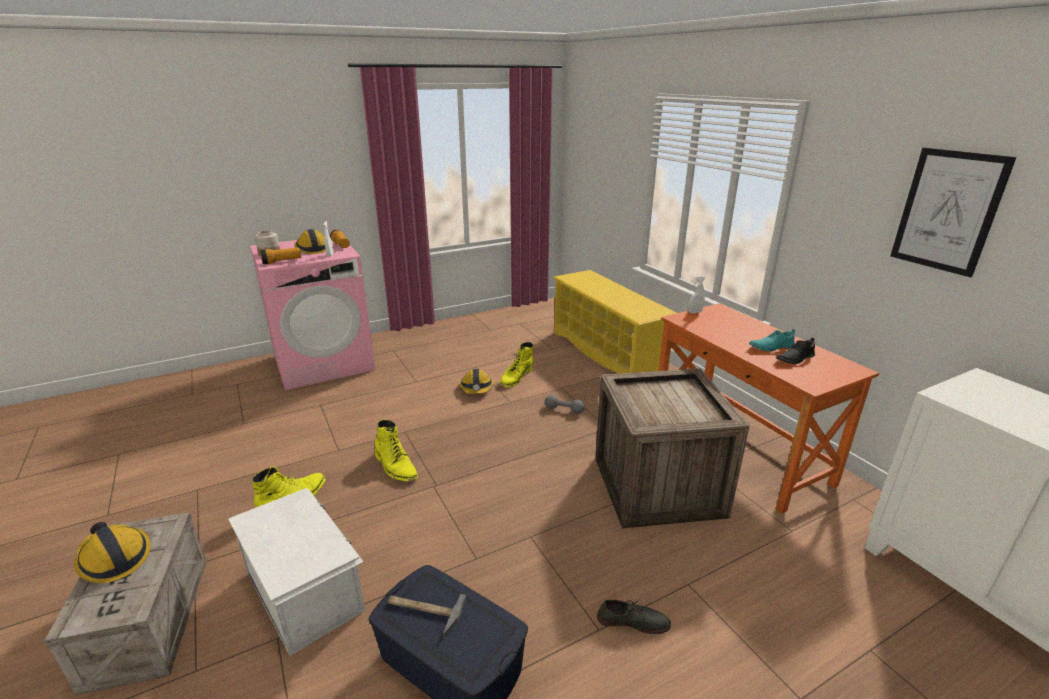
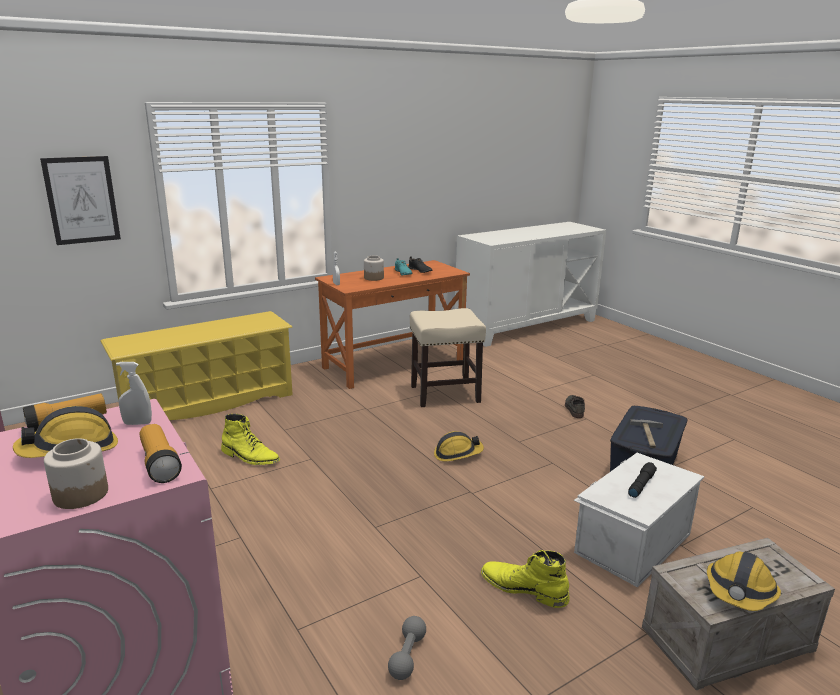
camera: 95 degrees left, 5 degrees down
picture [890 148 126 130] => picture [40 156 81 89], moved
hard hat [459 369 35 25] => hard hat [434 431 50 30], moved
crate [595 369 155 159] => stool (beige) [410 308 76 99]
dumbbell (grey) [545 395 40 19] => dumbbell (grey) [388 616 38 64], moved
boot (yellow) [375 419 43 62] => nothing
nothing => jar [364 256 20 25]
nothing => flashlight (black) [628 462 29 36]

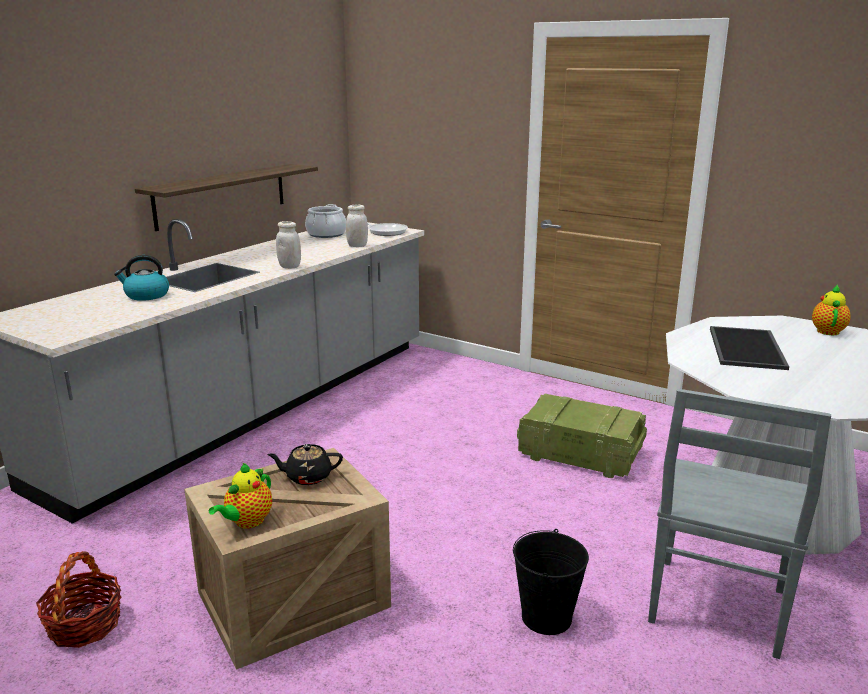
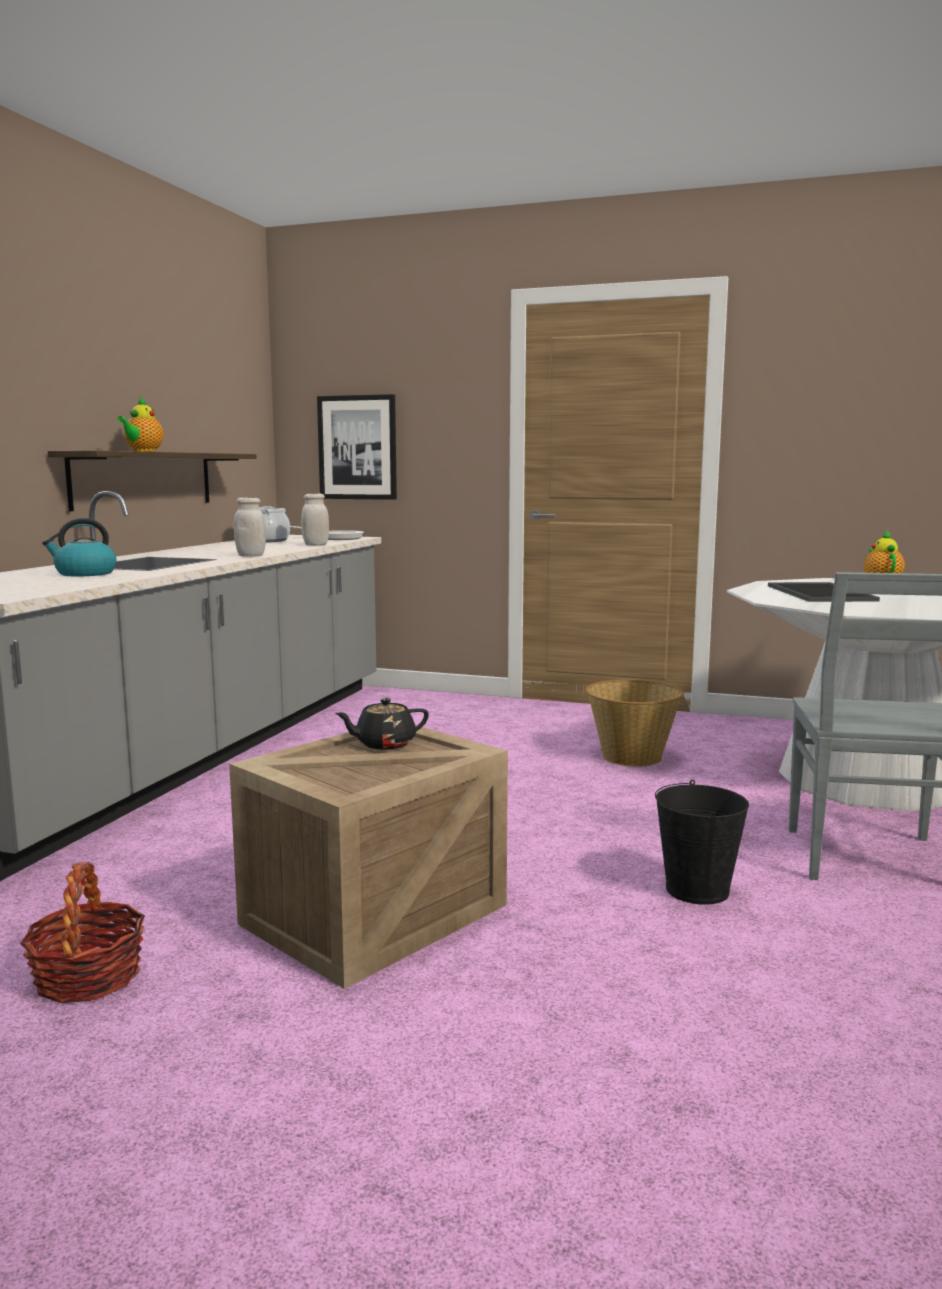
camera: 15 degrees left, 10 degrees down
crate [517 394 130 84] => basket [585 680 99 87]
teapot [209 463 63 65] => teapot [117 396 47 56], moved
nothing => picture [317 394 80 106]

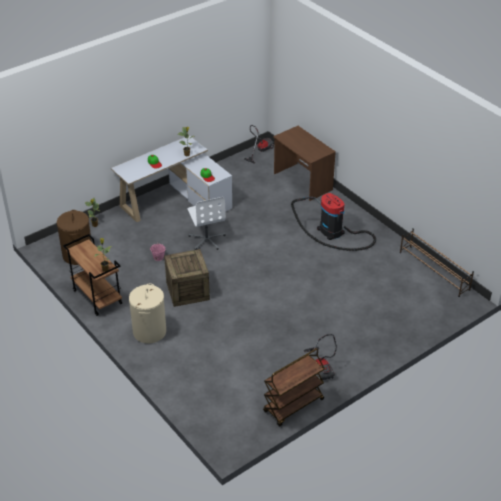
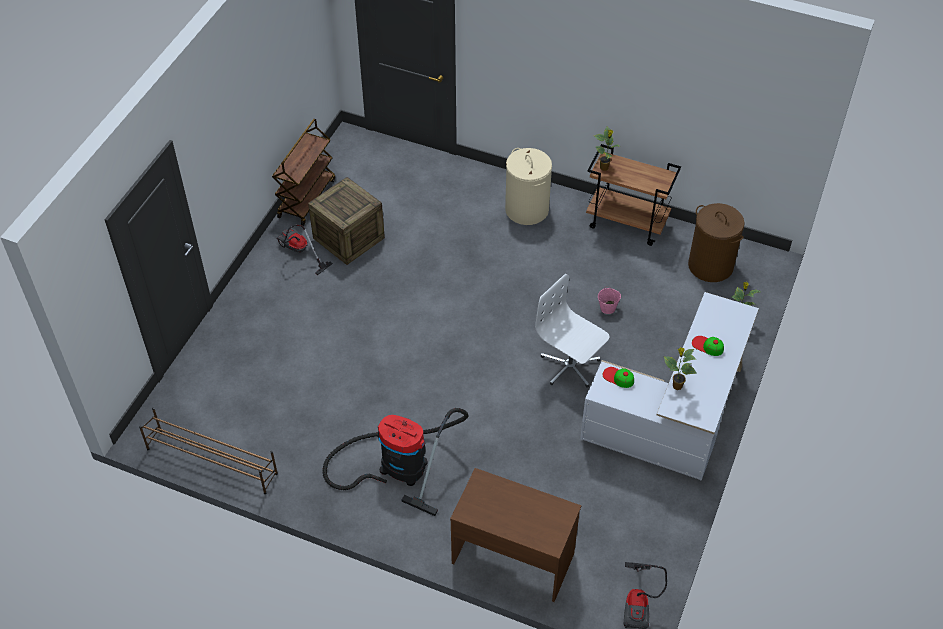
camera: 150 degrees right, 10 degrees up
crate [164 249 46 58] => crate [308 177 77 88], moved

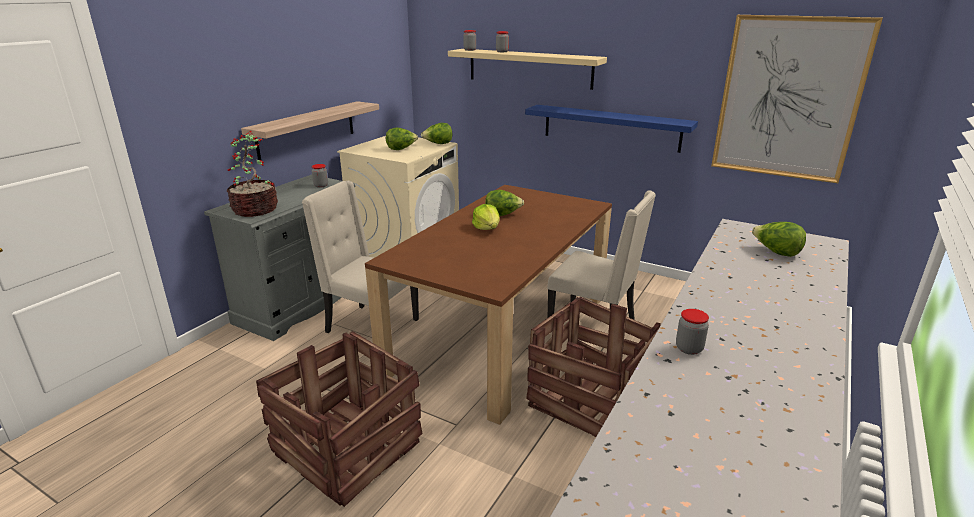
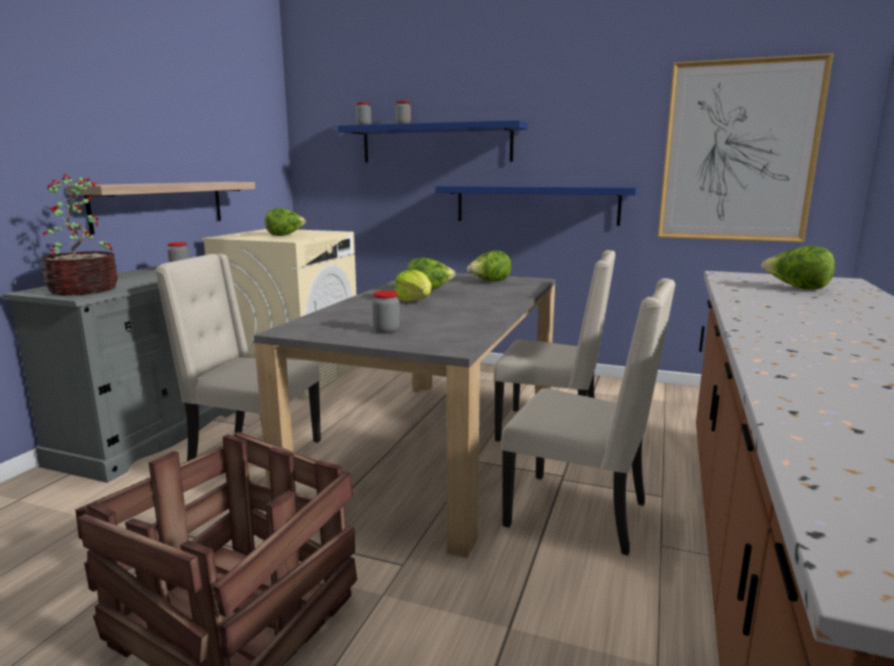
camera: 10 degrees left, 10 degrees down
shelf (beige) [448 49 159 41] => shelf (blue) [338 120 190 43]
lettuce [421 123 31 21] => lettuce [467 250 44 32], moved
dining table (brown) [365 185 247 240] => dining table (grey) [254 273 302 285]
crate [526 297 135 140] => chair (beige) [501 278 175 277]
jar [676 309 33 46] => jar [372 291 28 42], moved

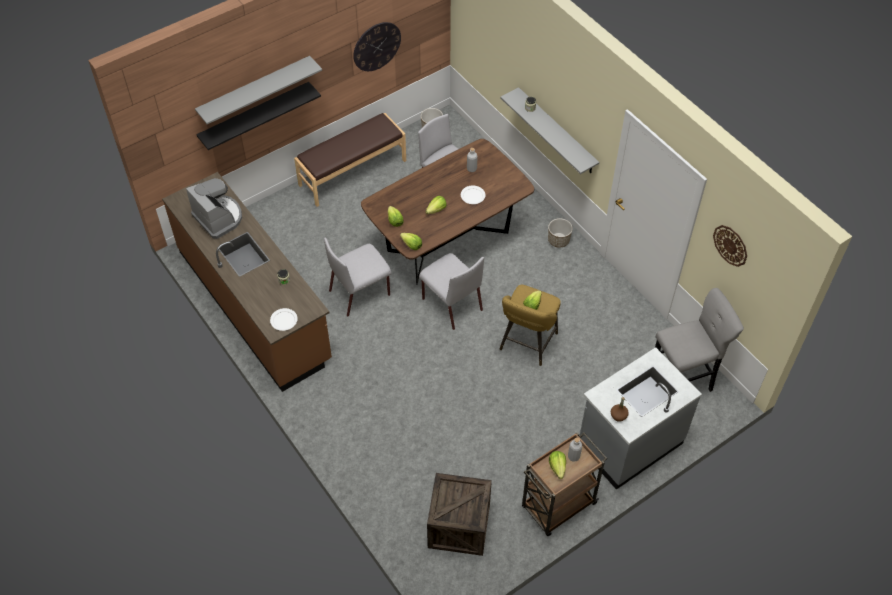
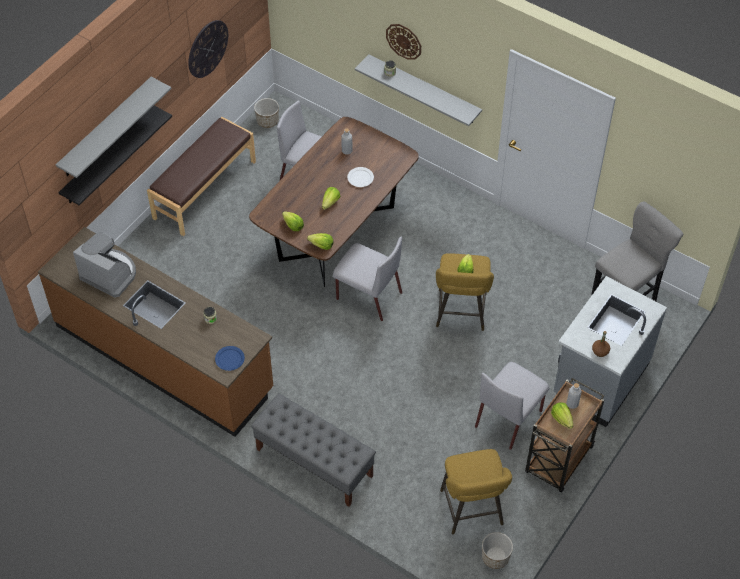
camera: 20 degrees left, 0 degrees up
planter [548 218 25 30] => planter [482 532 31 37], moved
wall clock [713 225 34 42] => wall clock [386 24 35 36], moved
chair (grey) [324 238 67 78] => chair (grey) [475 362 74 88], moved
plate (white) [270 308 28 23] => plate (blue) [215 346 30 25]
crate [427 473 65 83] => stool (yellow) [440 449 72 85]
nothing => bench (grey) [251 393 125 114]

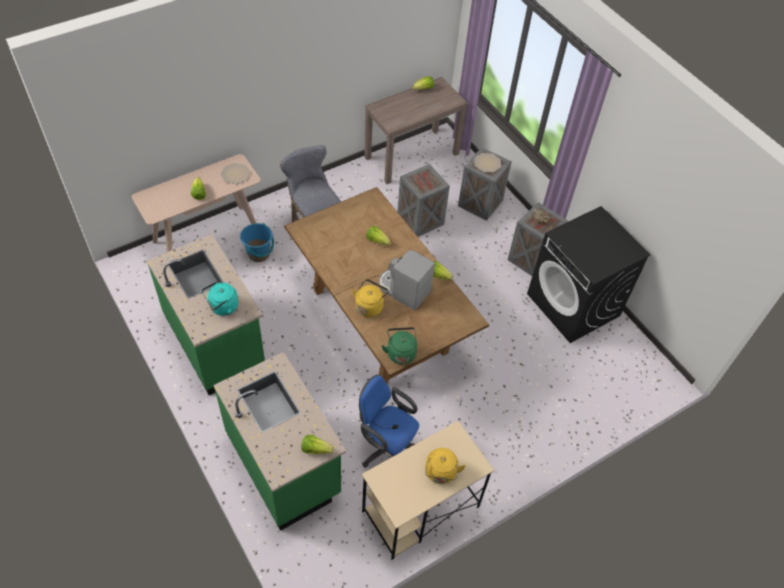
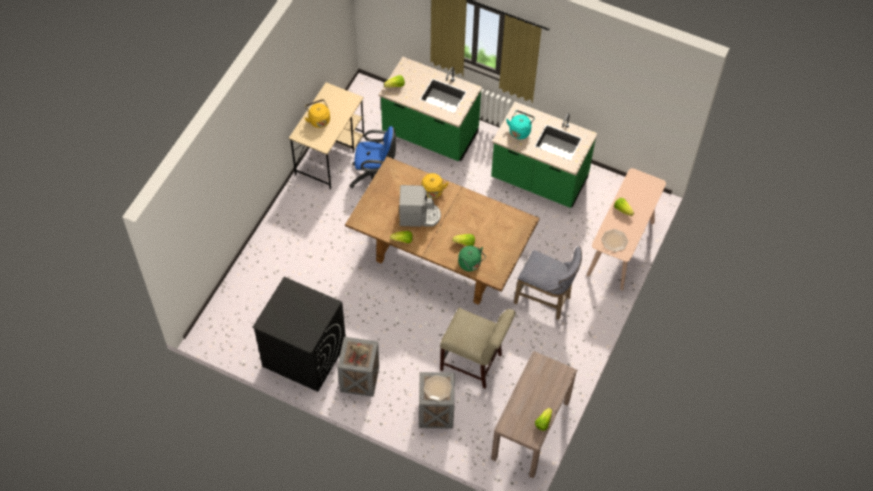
camera: 150 degrees right, 5 degrees up
crate [397 164 53 73] => chair (beige) [440 308 76 81]
bucket (blue) [240 223 34 39] => nothing
kettle (green) [381 327 36 37] => kettle (green) [458 246 28 25], moved

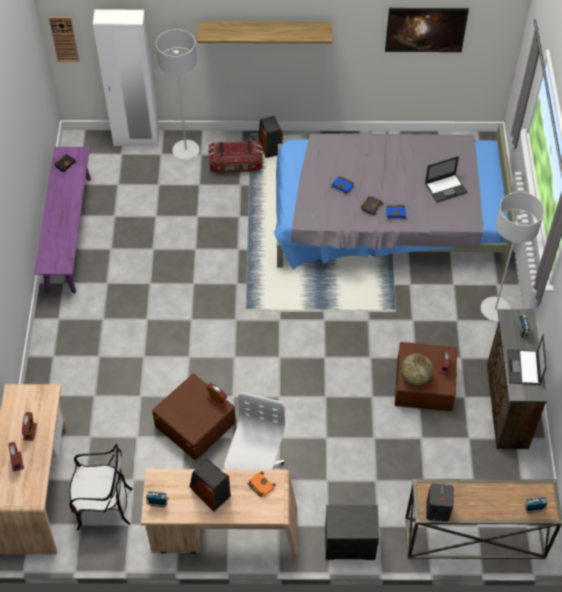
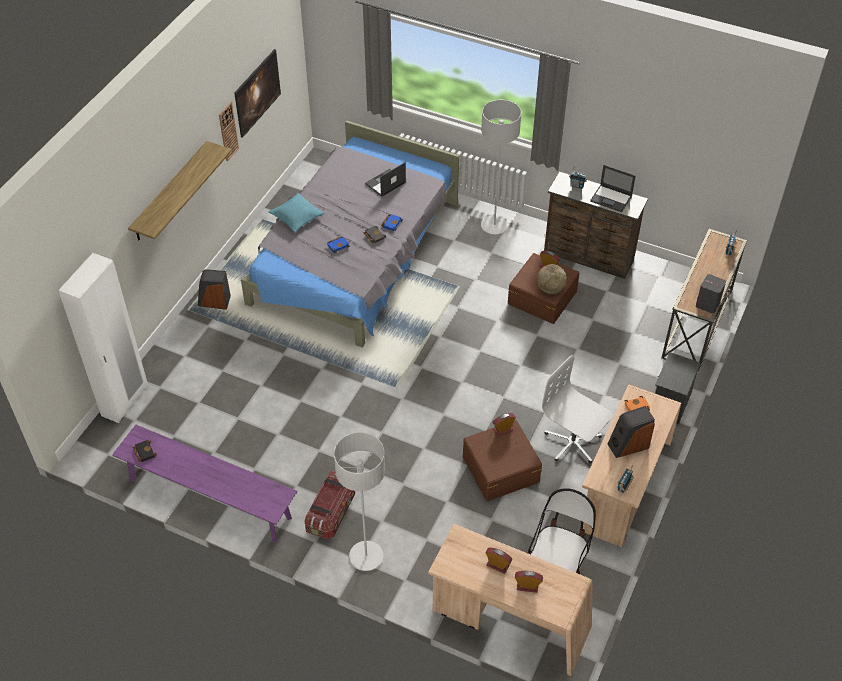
camera: 65 degrees left, 5 degrees down
wall clock [49 17 30 45] => wall clock [219 102 20 59], moved
floor lamp (grey) [156 29 44 131] => floor lamp (grey) [334 432 51 139], moved
storage box [208 141 55 32] => storage box [305 471 50 68], moved
laptop [425 156 42 47] => laptop [365 162 41 35], 135 degrees counterclockwise
nothing => pillow (turquoise) [269 193 56 40]

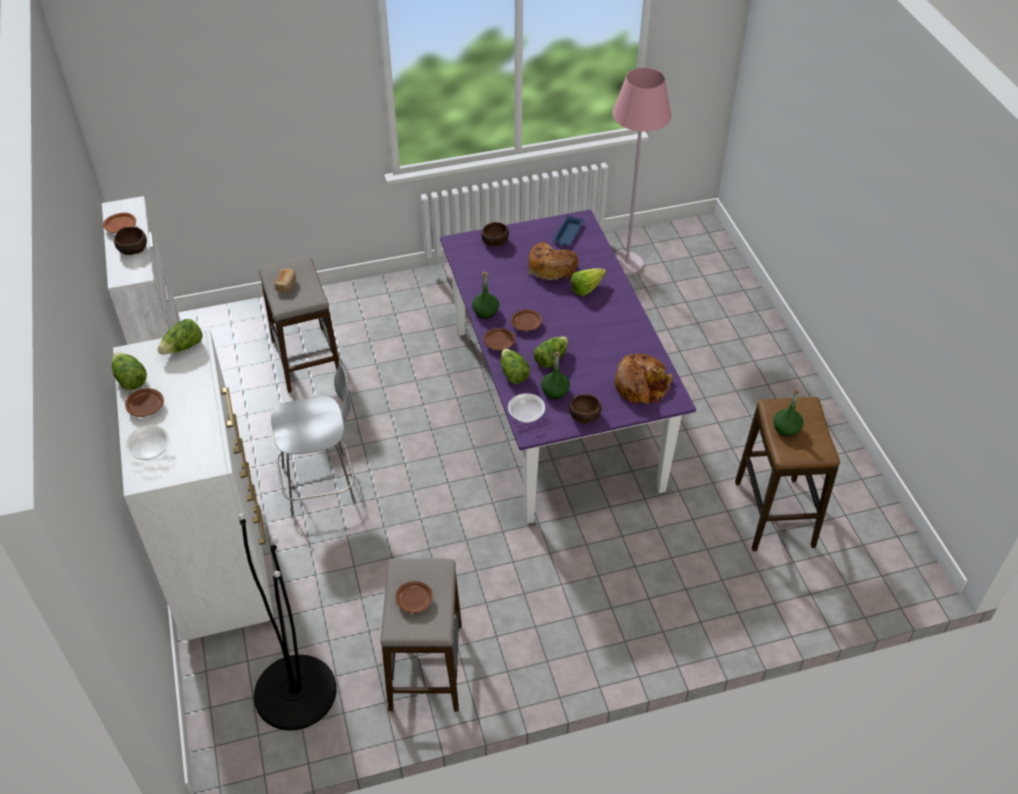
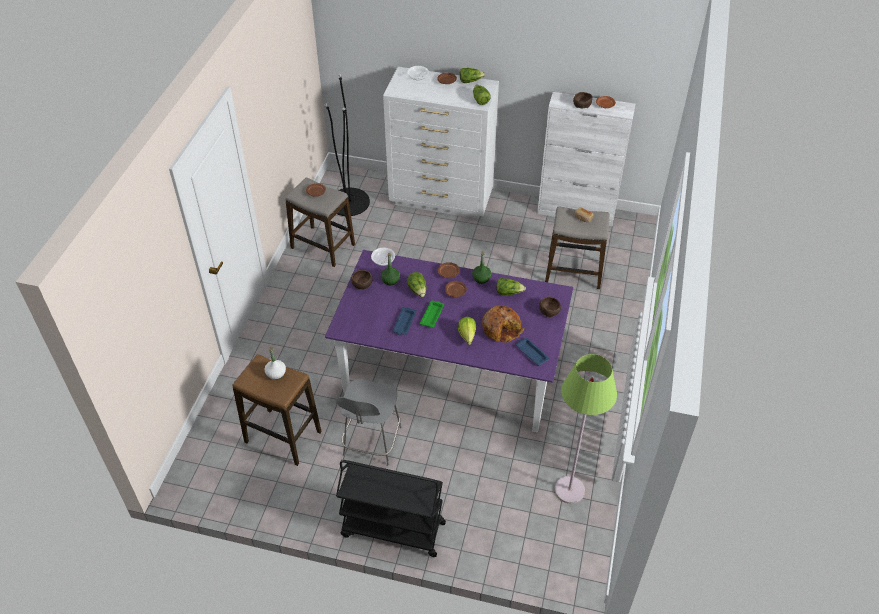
camera: 120 degrees right, 0 degrees up
floor lamp (pink) [612 68 59 207] => floor lamp (green) [555 354 62 150]
lettuce [501 348 29 36] => lettuce [496 278 30 17], moved
bread [614 354 59 50] => nothing
chair (grey) [271 360 85 156] => chair (grey) [335 379 67 86], moved
bottle (green) [773 389 31 48] => bottle (white) [264 347 22 33]
nothing => tray (green) [420 301 24 27]
nothing => tray (blue) [393 307 24 28]
nothing => cart (black) [336 460 110 97]

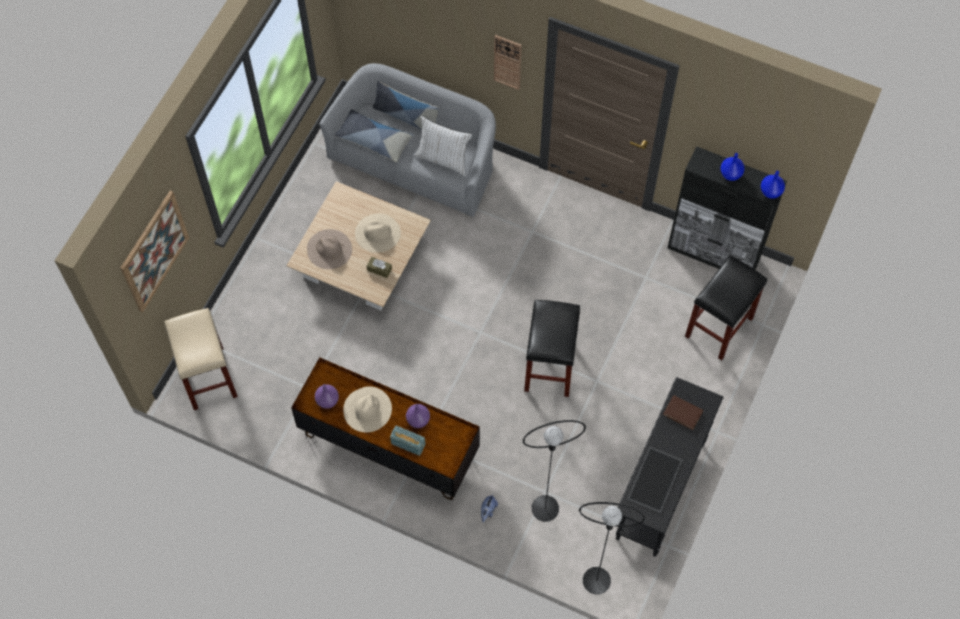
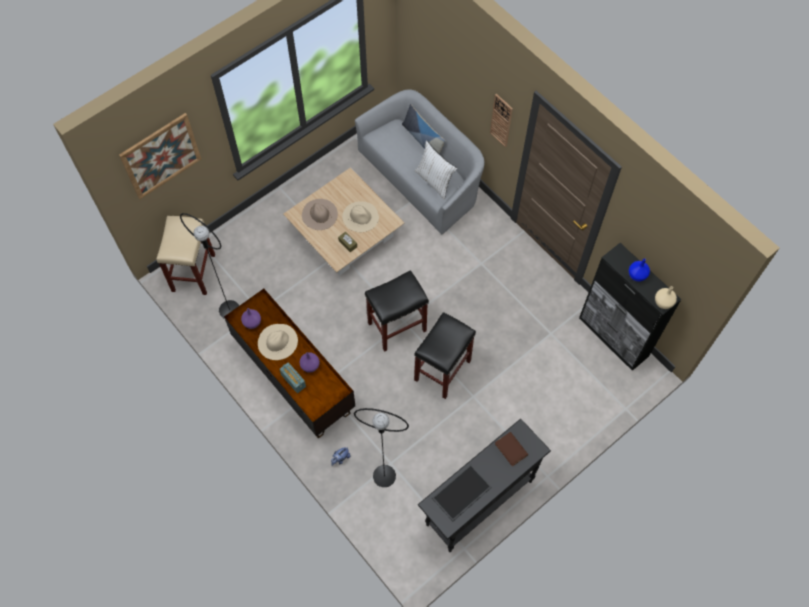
camera: 25 degrees right, 0 degrees up
pillow [334 109 79 53] => nothing
vase (blue) [761 171 24 28] => vase (beige) [655 286 22 23]
stool (black) [685 255 82 105] => stool (black) [365 270 64 82], moved
floor lamp (black) [579 502 66 93] => floor lamp (black) [180 213 59 106], moved

